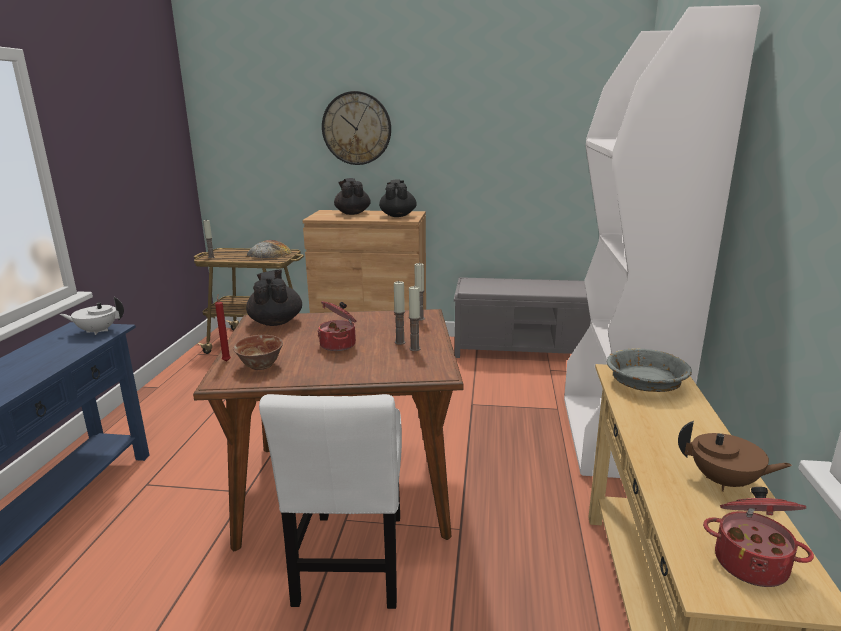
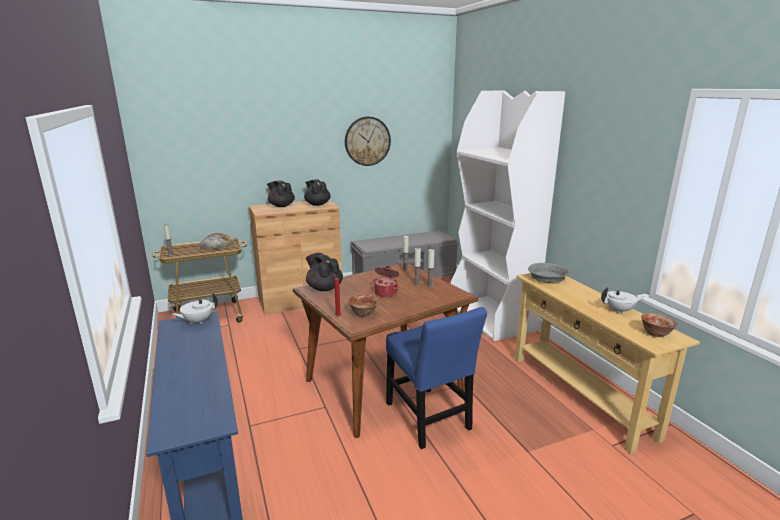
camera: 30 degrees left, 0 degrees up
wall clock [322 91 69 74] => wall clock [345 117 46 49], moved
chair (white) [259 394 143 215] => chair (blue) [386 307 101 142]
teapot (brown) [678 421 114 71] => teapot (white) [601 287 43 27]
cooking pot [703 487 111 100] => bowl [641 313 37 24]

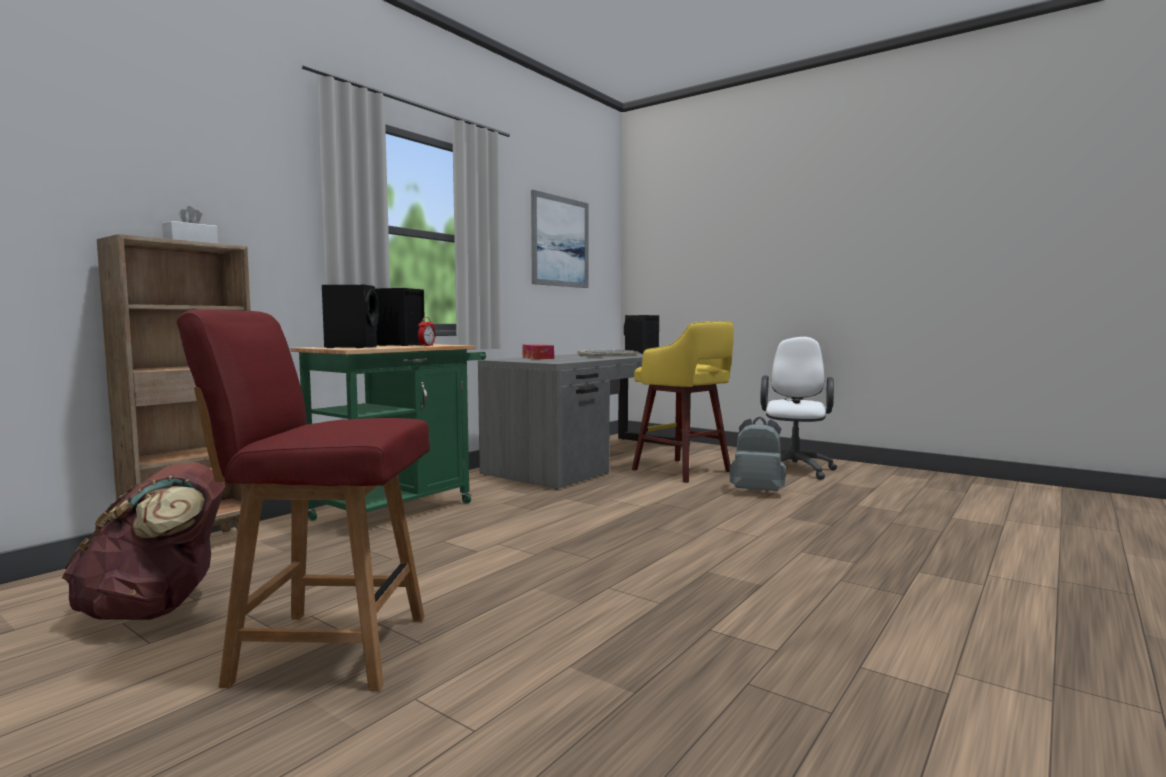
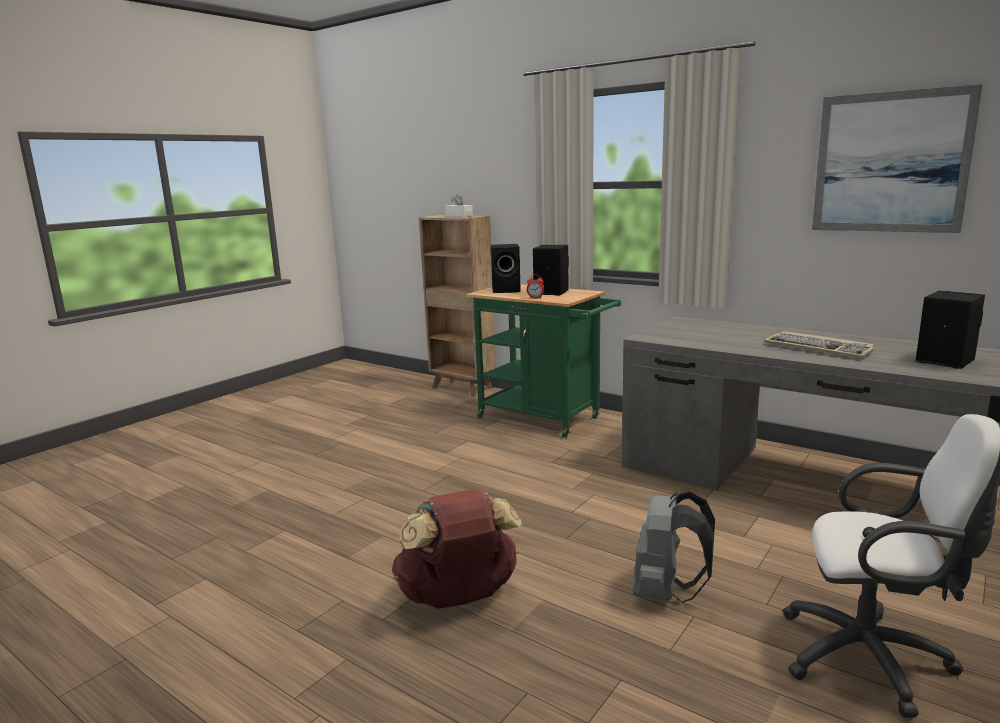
camera: 90 degrees right, 10 degrees up
chair (red) [177 309 253 382] => nothing
stool (yellow) [632 321 102 162] => nothing
tissue box [523 344 31 15] => nothing
backpack (brown) [62 463 163 157] => backpack (brown) [392 489 130 120], moved

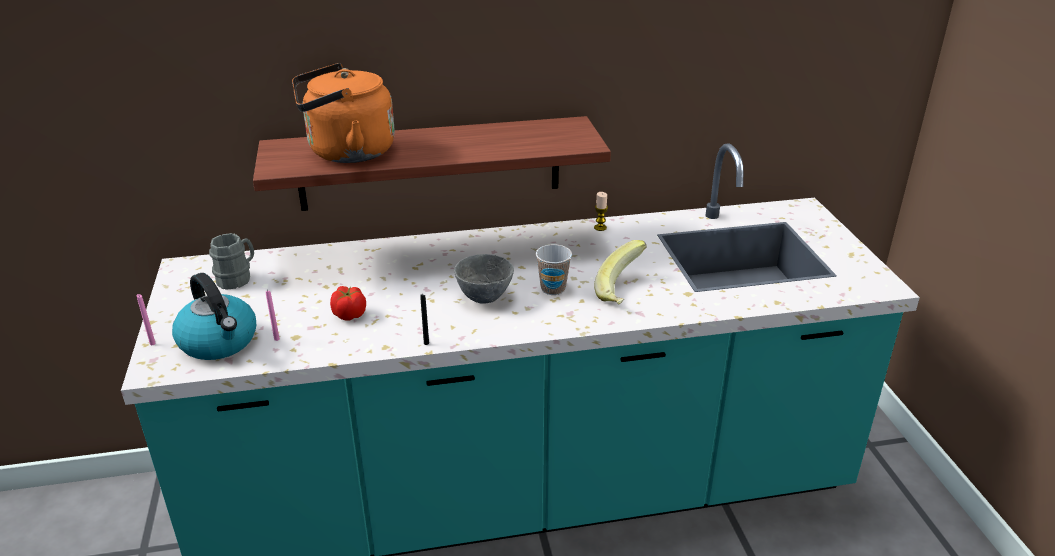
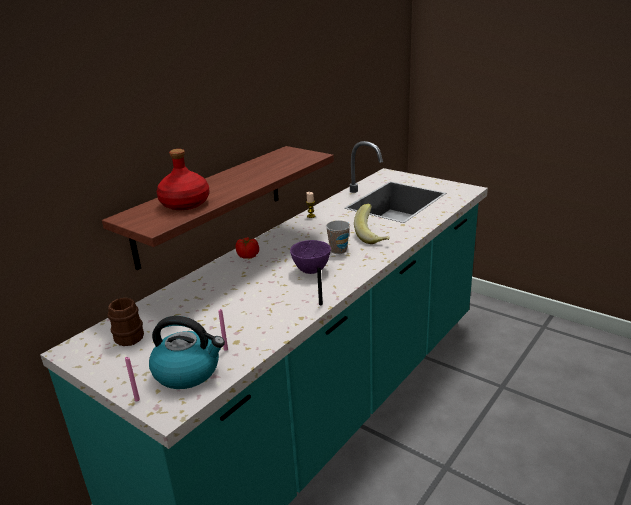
camera: 40 degrees left, 5 degrees down
kettle (orange) [292 63 103 100] => bottle (red) [157 149 53 61]
mug (grey) [209 233 45 57] => mug (brown) [107 298 37 48]
bowl (grey) [454 254 60 50] => bowl (purple) [290 240 41 34]
tomato [330 286 36 35] => tomato [236 237 23 22], moved

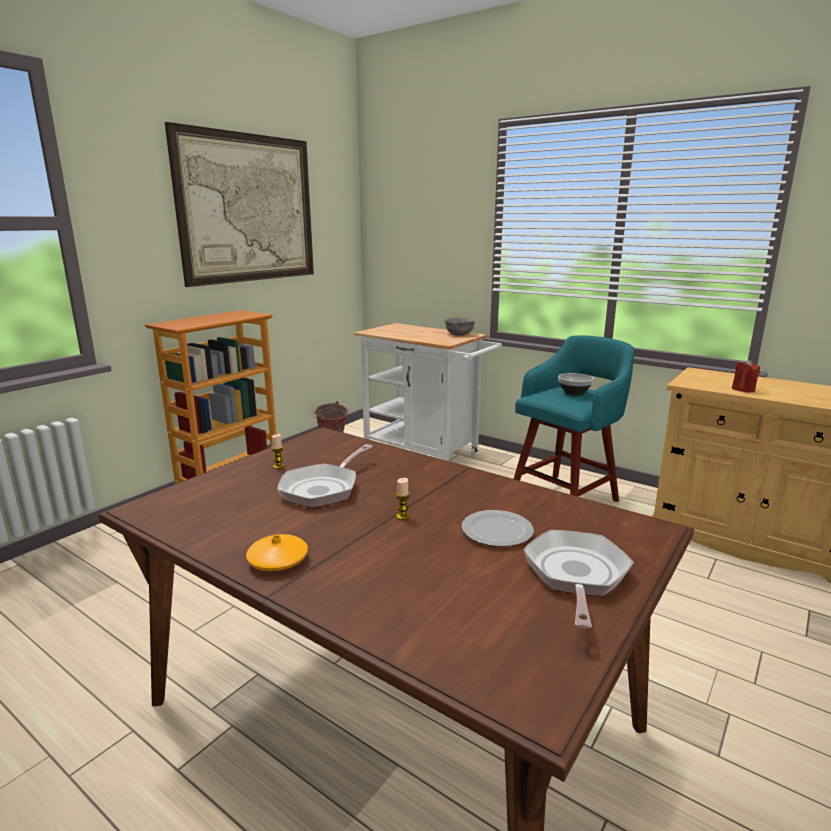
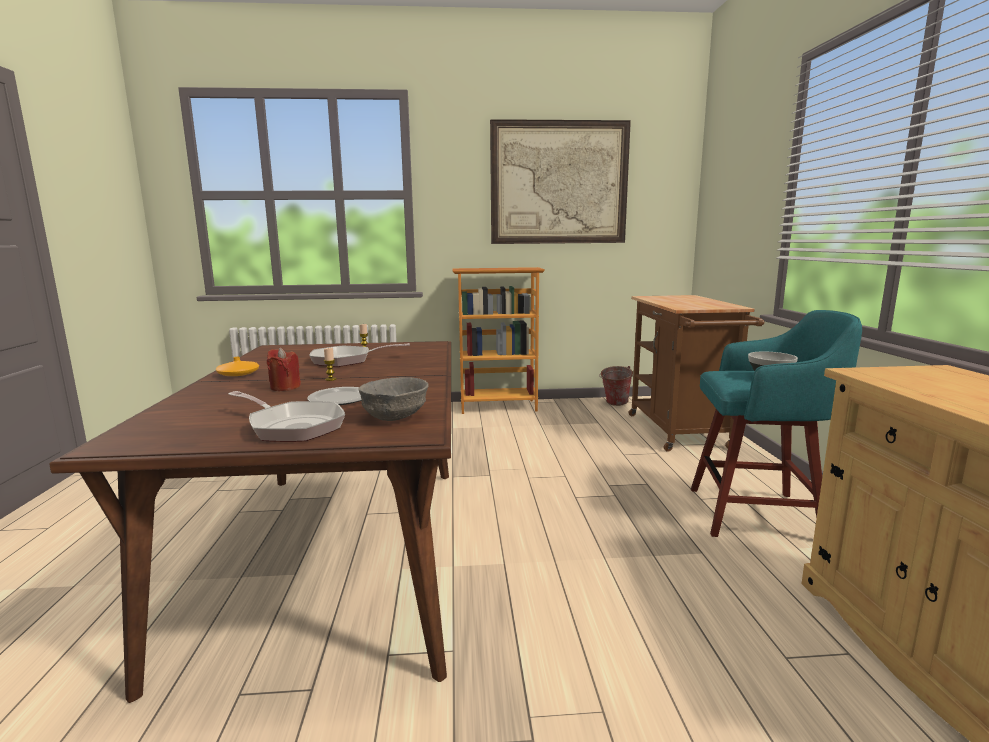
camera: 50 degrees right, 5 degrees down
bowl (grey) [445 317 30 19] => bowl (grey) [358 377 71 44], moved
cart (white) [354 323 148 138] => cart (brown) [628 295 136 157]
candle (red) [732 360 28 32] => candle (red) [267 347 34 44], moved
frying pan [523 530 111 99] => frying pan [228 391 117 51], 60 degrees clockwise

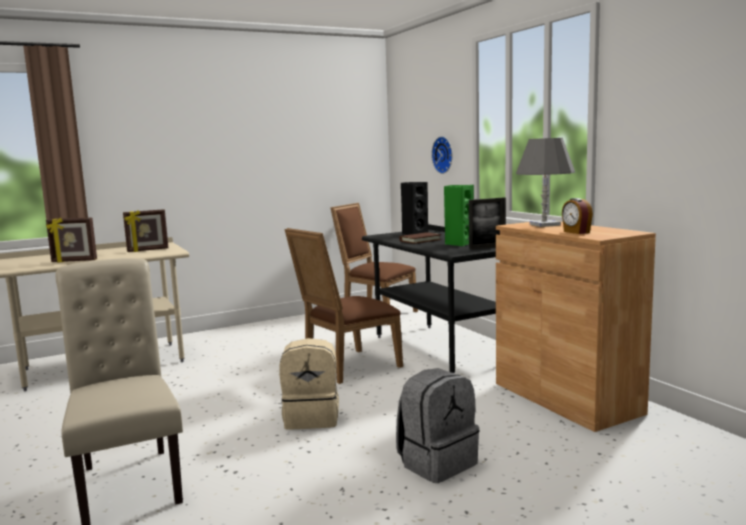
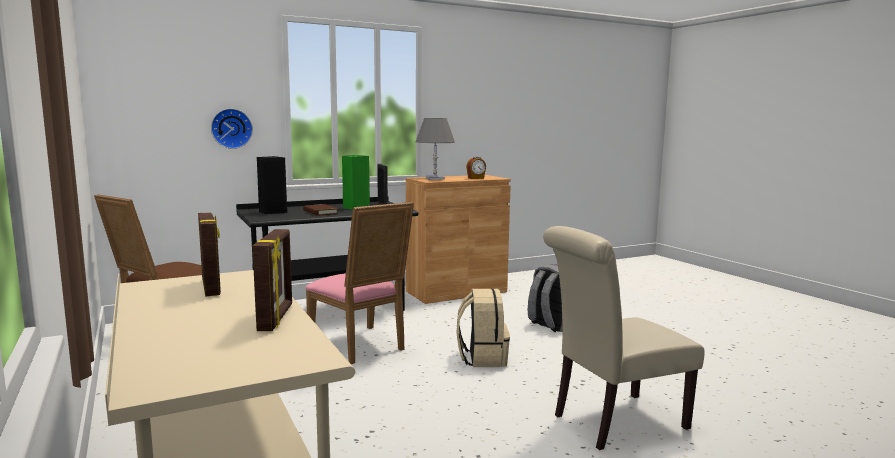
camera: 90 degrees left, 0 degrees up
chair (brown) [285 228 118 156] => chair (pink) [305 202 109 162]

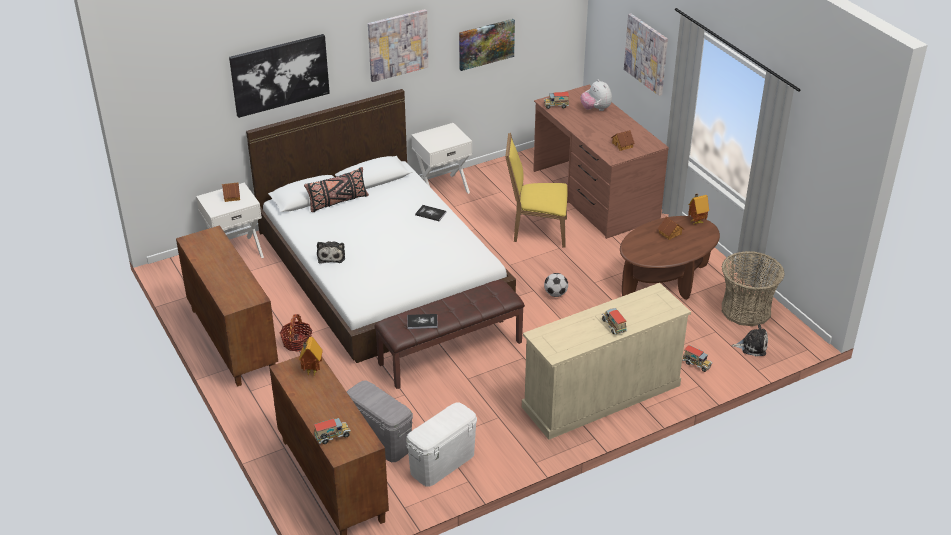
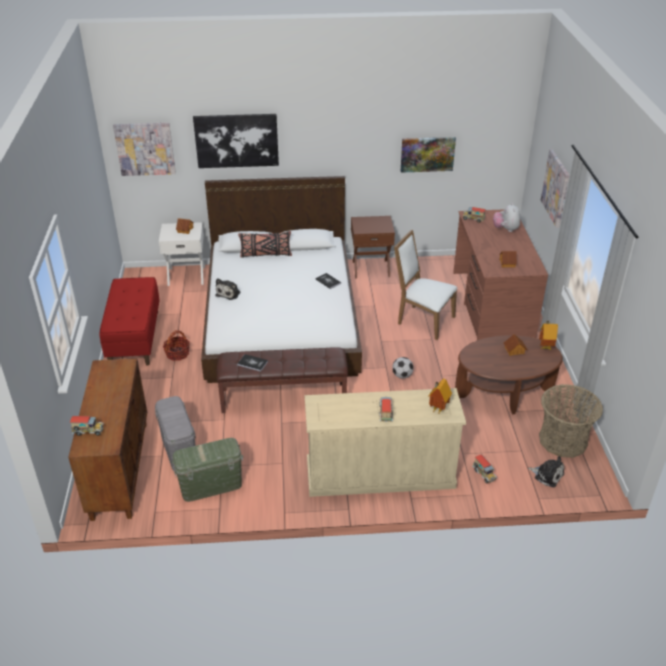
camera: 25 degrees right, 0 degrees up
picture [368 9 61 73] => picture [113 123 63 53], moved
nightstand (white) [411 123 61 71] => nightstand (brown) [351 216 44 63]
chair (yellow) [505 133 63 114] => chair (white) [394 230 63 110]
cabinet (brown) [176 225 102 162] => bench (red) [100 277 60 88]
toy house [299 337 24 39] => toy house [429 379 23 35], moved
storage box (white) [406 402 71 85] => storage box (green) [172 438 71 64]

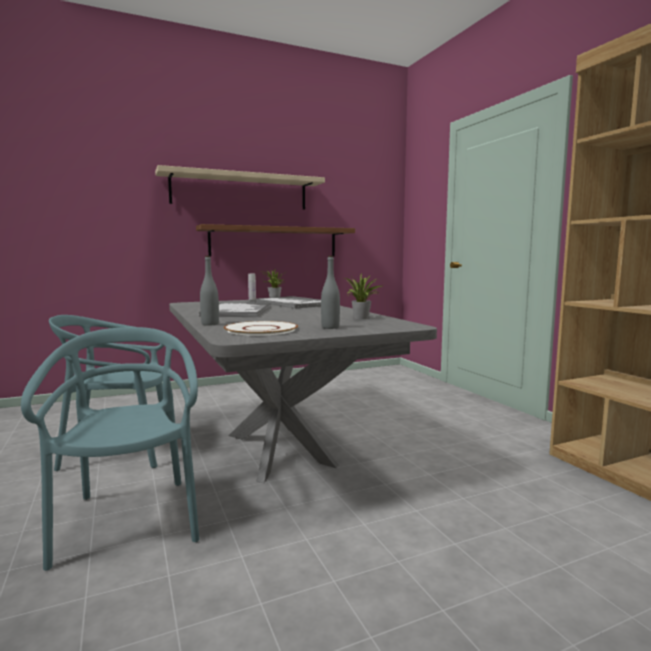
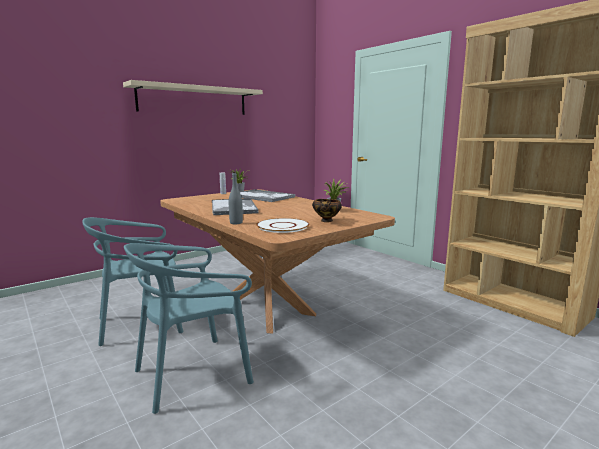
camera: 15 degrees left, 5 degrees up
shelf (brown) [196 224 159 33] => nothing
bottle (grey) [321 256 19 73] => bowl [312 199 30 23]
dining table (grey) [169 300 268 183] => dining table (brown) [160 189 235 145]
chair (turquoise) [21 327 178 244] => chair (turquoise) [124 243 130 171], 90 degrees counterclockwise

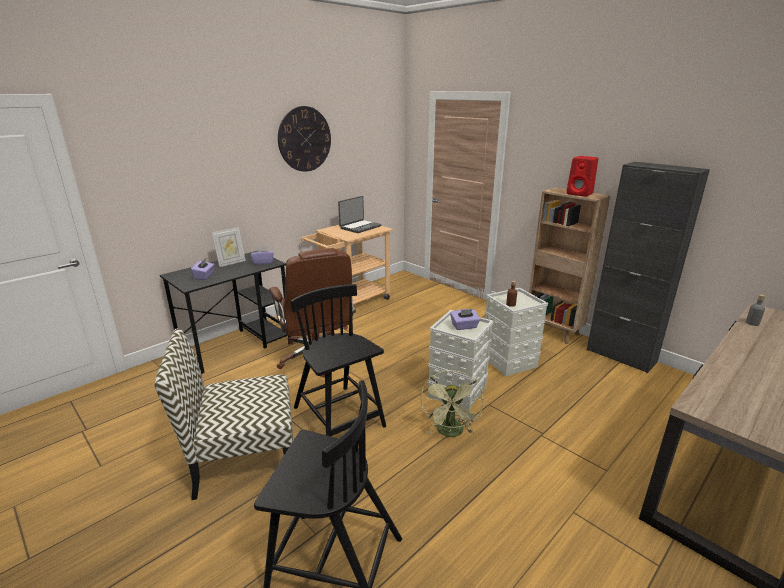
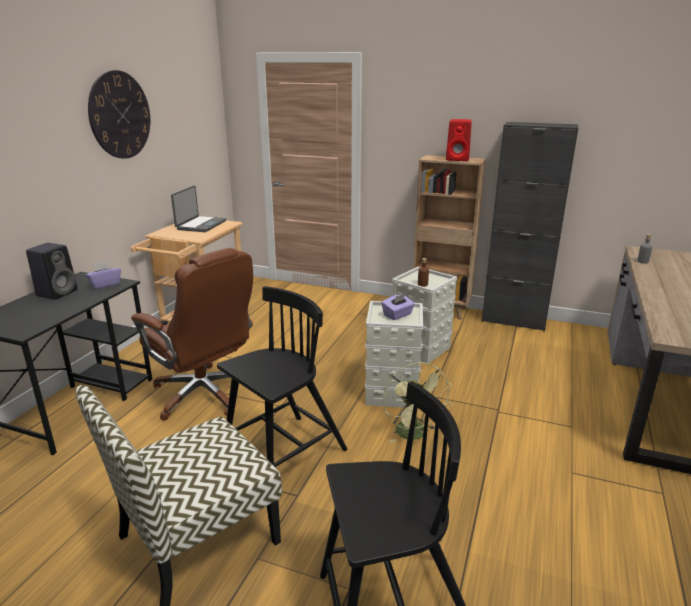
camera: 25 degrees left, 0 degrees up
picture frame [212 227 34 40] => speaker (black) [26 243 51 57]
tissue box (purple) [191 259 23 21] => nothing
chair (black) [291 284 95 152] => chair (black) [217 286 130 181], 105 degrees clockwise

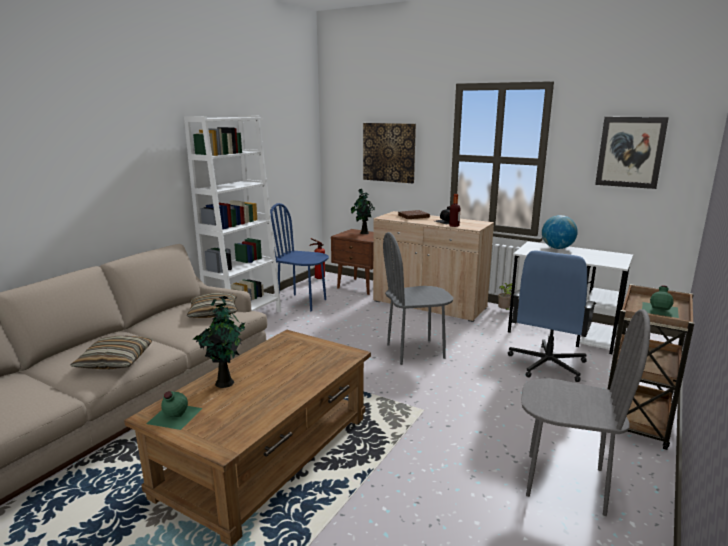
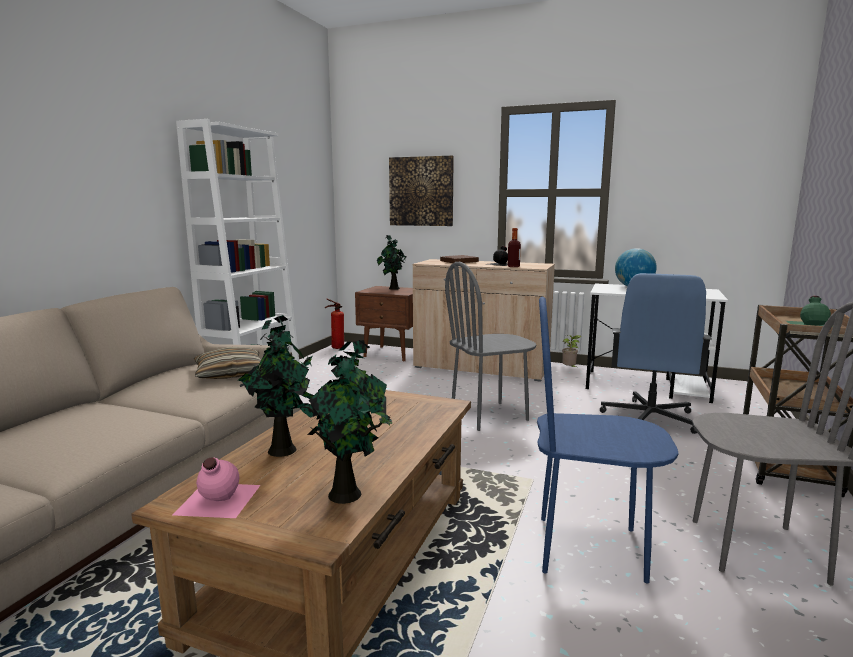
camera: 10 degrees left, 5 degrees down
picture [595 117 74 72] => nothing
chair (blue) [270 203 59 108] => chair (blue) [537 297 142 287], moved
pillow [70 336 83 33] => nothing
bottle (green) [146 391 56 39] => bottle (pink) [173 458 87 60]
nothing => potted plant [291 340 101 164]

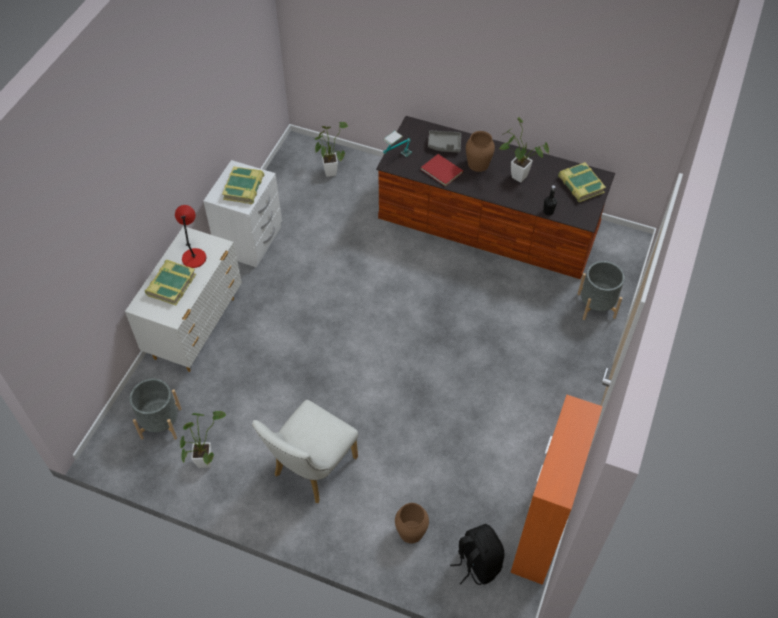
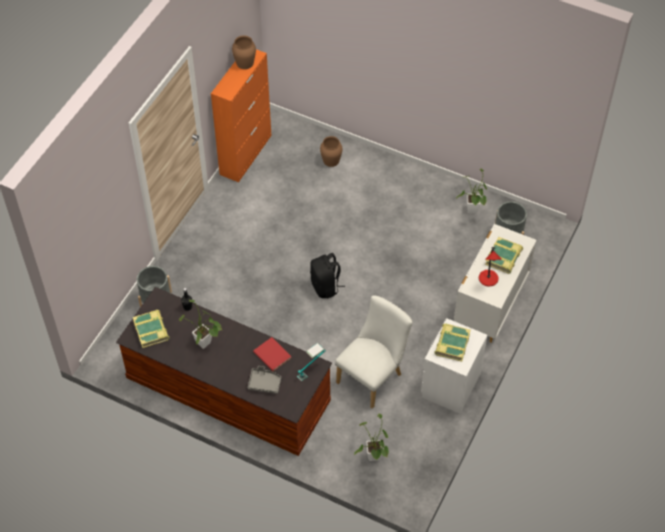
camera: 175 degrees left, 0 degrees up
vase (brown) [466 131 29 41] => vase (brown) [232 35 24 34], moved
chair (white) [252 400 106 103] => chair (white) [335 295 77 114], moved
backpack (black) [450 524 54 61] => backpack (black) [310 253 35 45], moved

